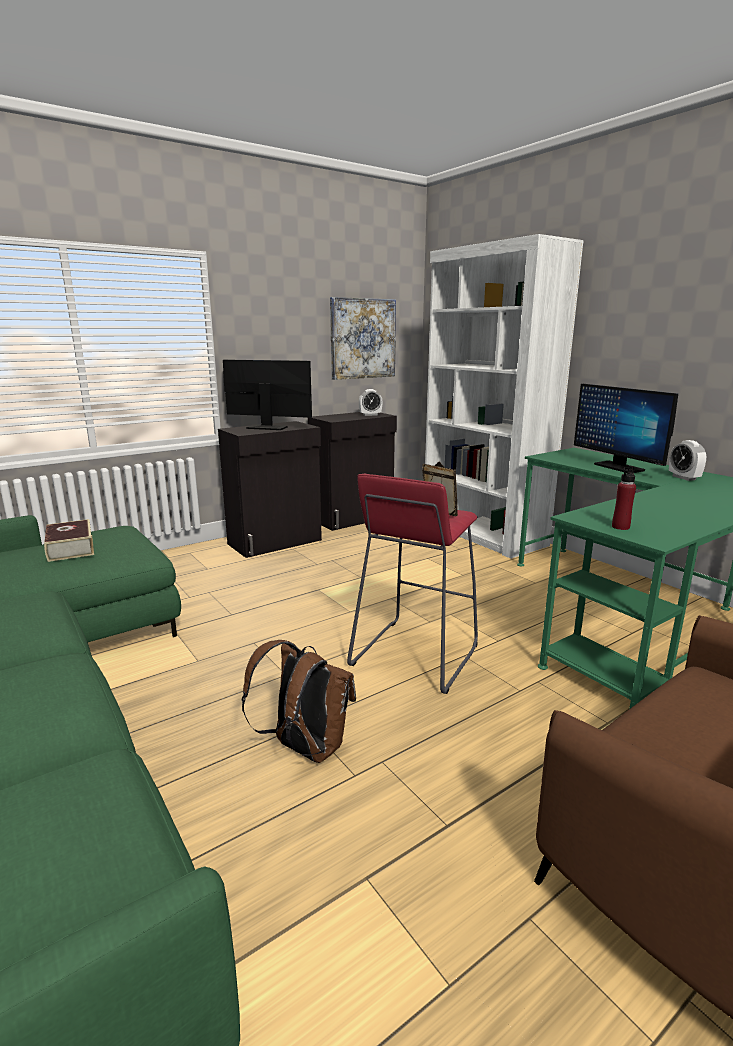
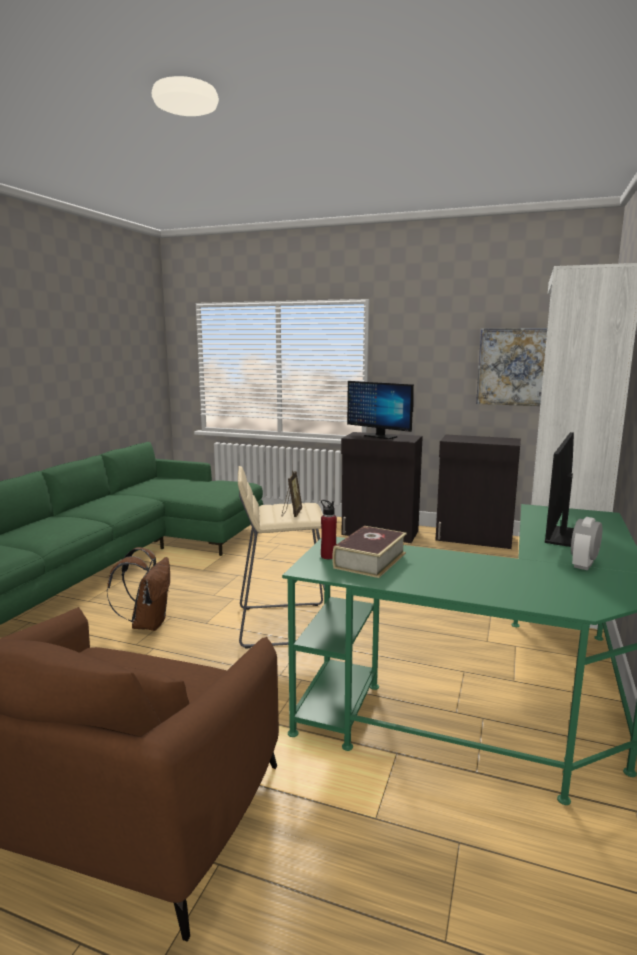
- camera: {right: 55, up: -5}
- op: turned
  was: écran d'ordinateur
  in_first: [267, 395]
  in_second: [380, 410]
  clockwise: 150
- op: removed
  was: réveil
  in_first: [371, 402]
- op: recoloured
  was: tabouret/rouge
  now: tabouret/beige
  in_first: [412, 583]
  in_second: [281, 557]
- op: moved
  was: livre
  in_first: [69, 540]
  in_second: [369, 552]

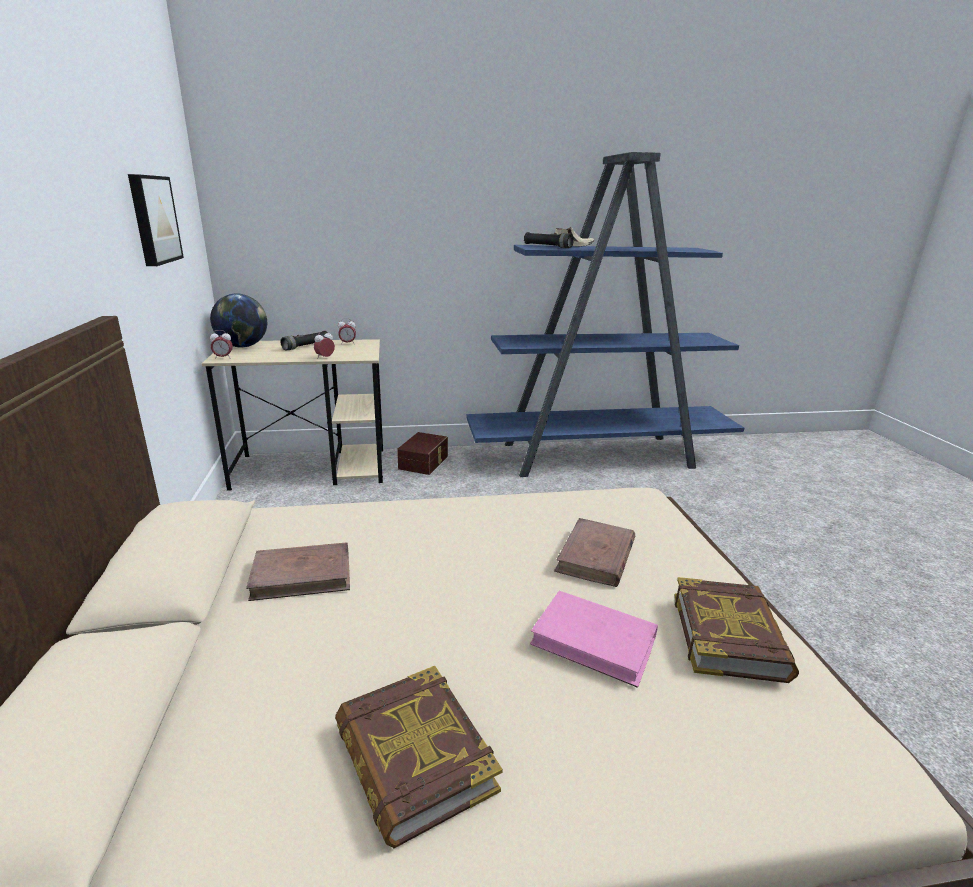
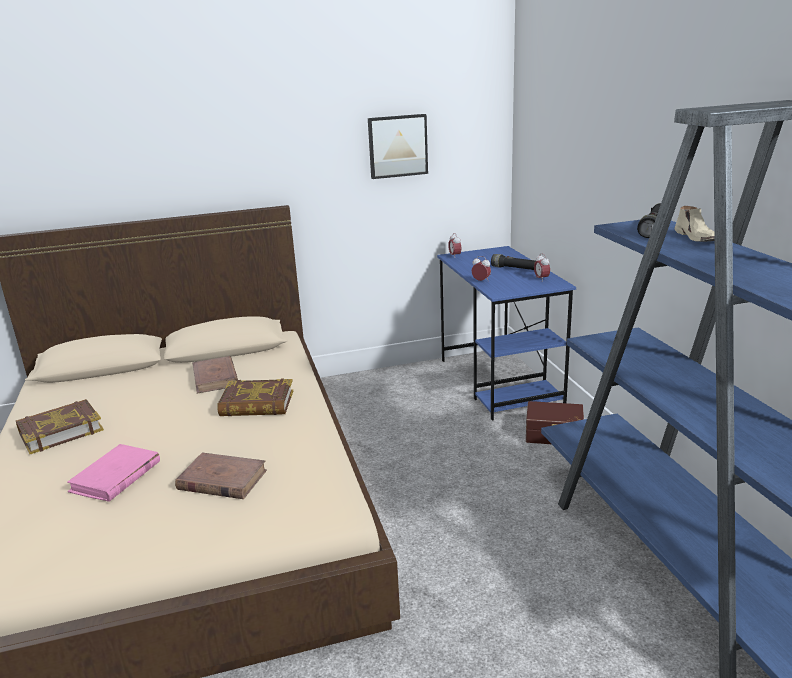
- camera: {right: 85, up: 0}
- op: removed
  was: globe
  in_first: [238, 320]
- op: recoloured
  was: bureau/beige
  now: bureau/bleu
  in_first: [292, 415]
  in_second: [506, 333]
- op: moved
  was: livre
  in_first: [736, 630]
  in_second: [255, 397]

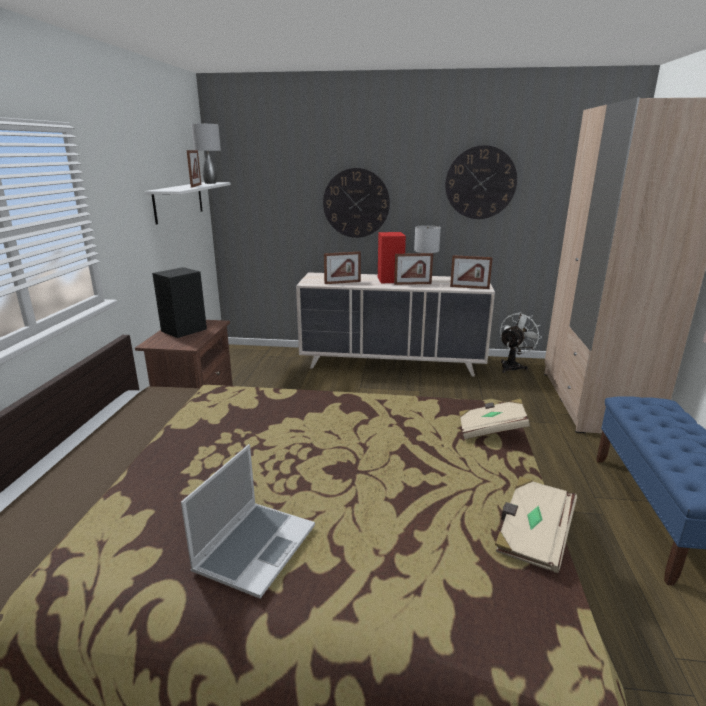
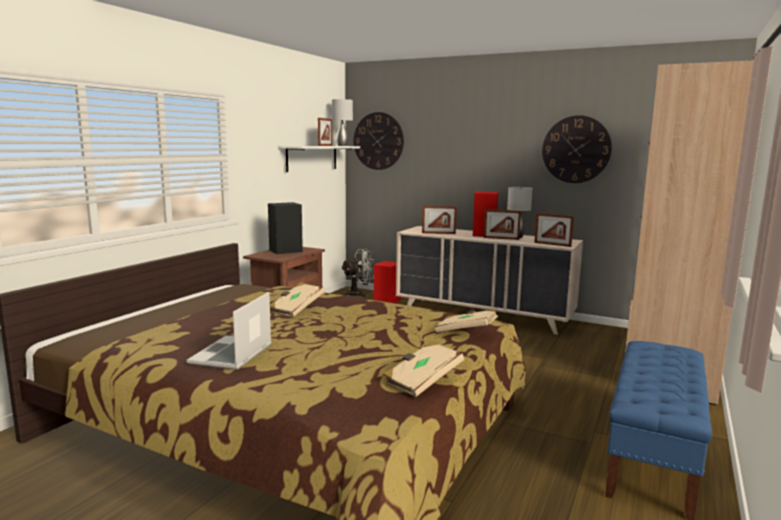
- camera: {right: 20, up: -10}
- op: moved
  was: horloge murale
  in_first: [356, 203]
  in_second: [379, 141]
- op: moved
  was: ventilateur/blanc
  in_first: [521, 342]
  in_second: [358, 273]
- op: turned
  was: ordinateur portable
  in_first: [248, 521]
  in_second: [229, 331]
  clockwise: 150
- op: added
  now: enceinte/rouge
  in_second: [387, 282]
- op: added
  now: livre/beige
  in_second: [297, 299]

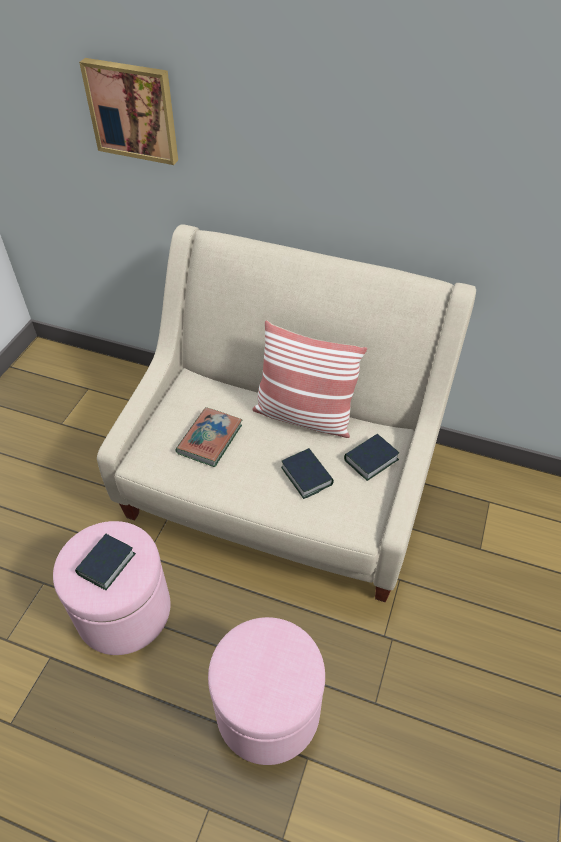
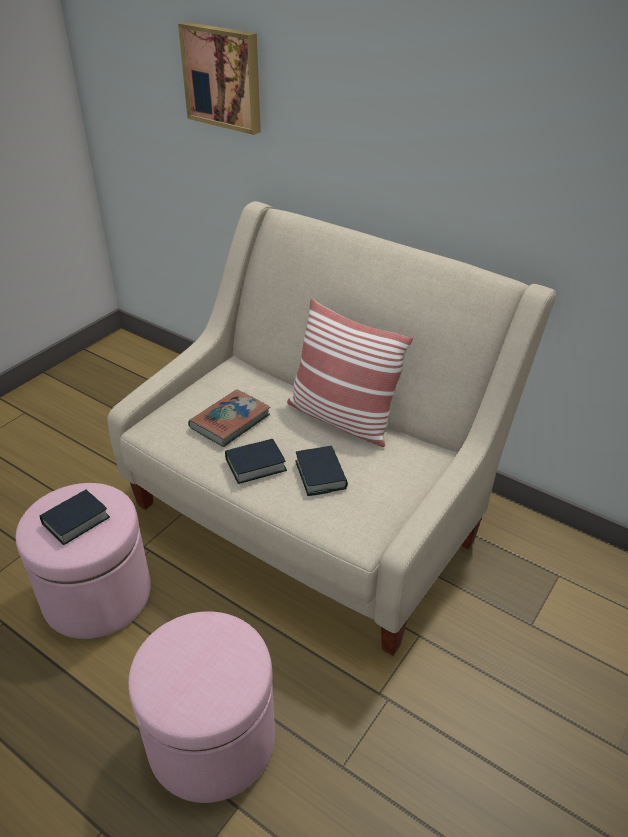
- camera: {right: 15, up: -10}
- op: moved
  was: livre
  in_first: [371, 457]
  in_second: [256, 461]

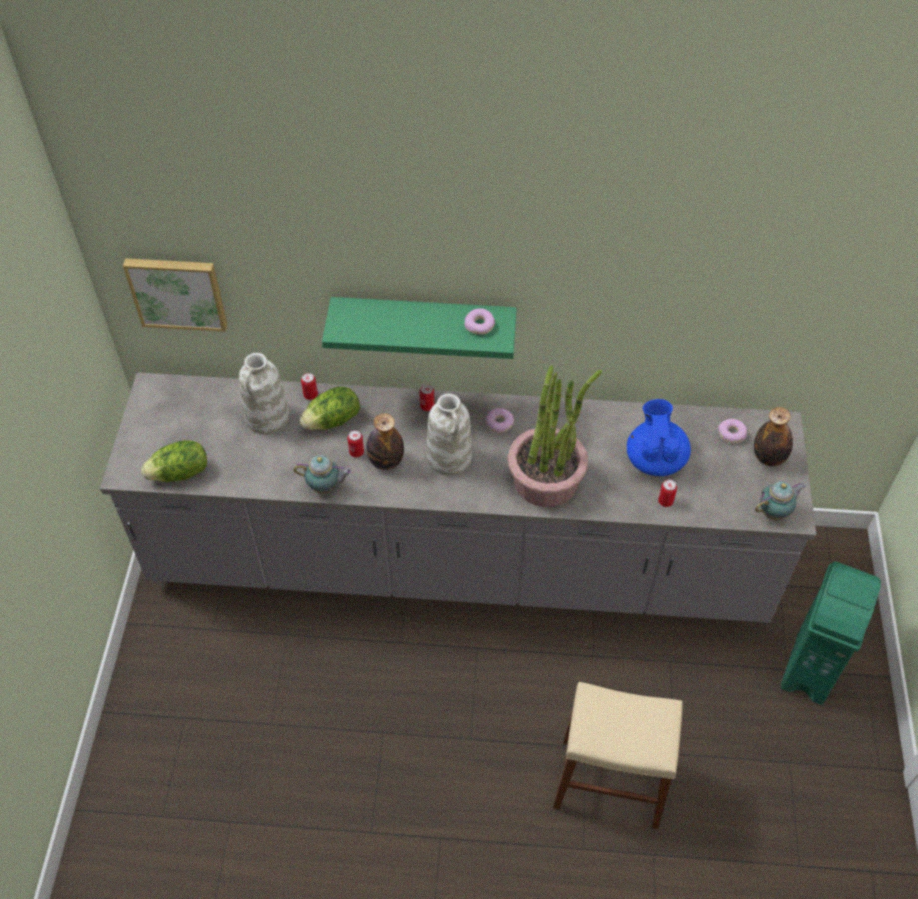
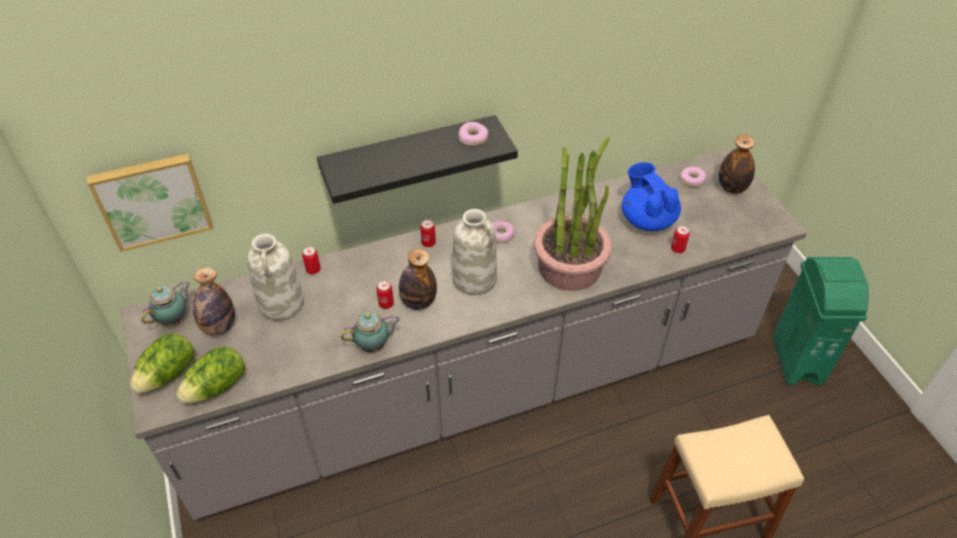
- camera: {right: -25, up: -5}
- op: recoloured
  was: étagère/vert
  now: étagère/noir
  in_first: [419, 328]
  in_second: [417, 159]
- op: moved
  was: laitue
  in_first: [329, 408]
  in_second: [162, 363]
- op: moved
  was: théière
  in_first: [780, 500]
  in_second: [166, 303]
- op: added
  now: bouteille
  in_second: [214, 301]

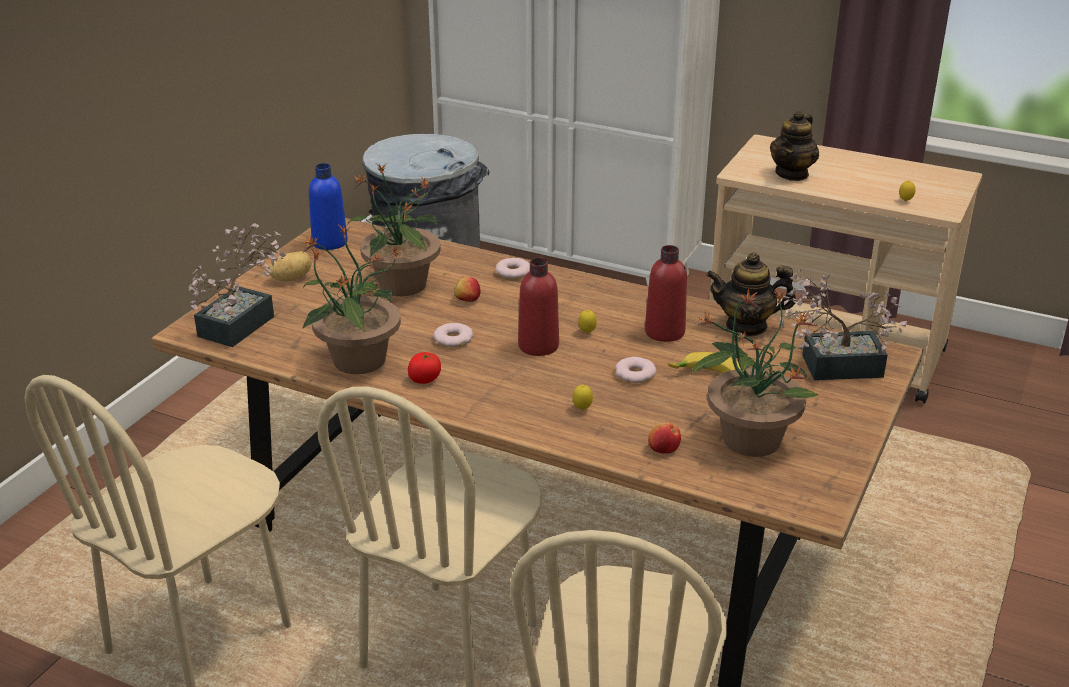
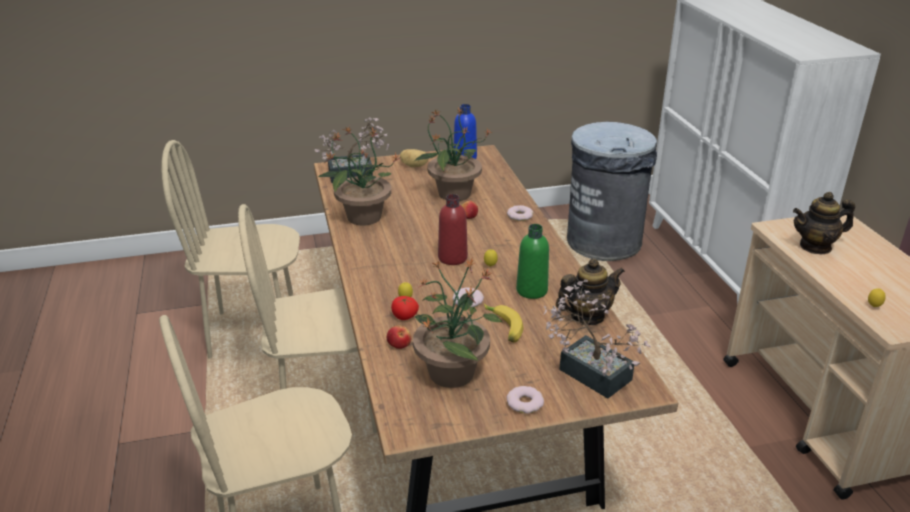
- camera: {right: 50, up: 0}
- op: recoloured
  was: bouteille/rouge
  now: bouteille/vert
  in_first: [666, 293]
  in_second: [532, 261]
- op: turned
  was: théière
  in_first: [751, 294]
  in_second: [590, 291]
  clockwise: 105
- op: moved
  was: beignet
  in_first: [454, 335]
  in_second: [525, 400]
- op: moved
  was: tomate
  in_first: [424, 368]
  in_second: [405, 308]

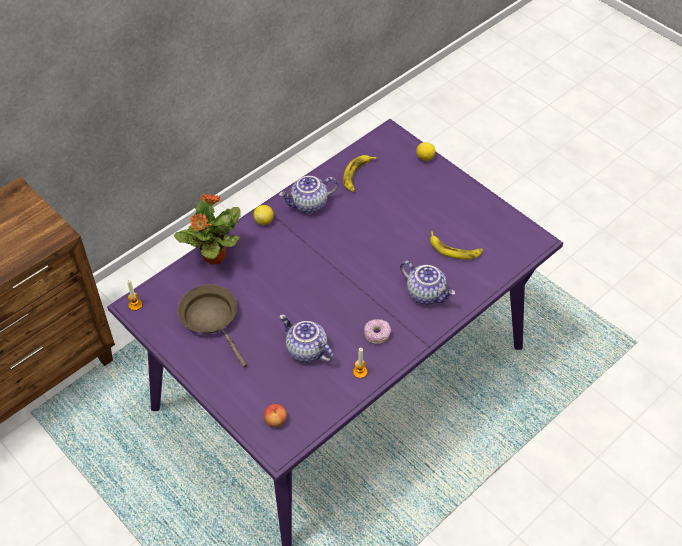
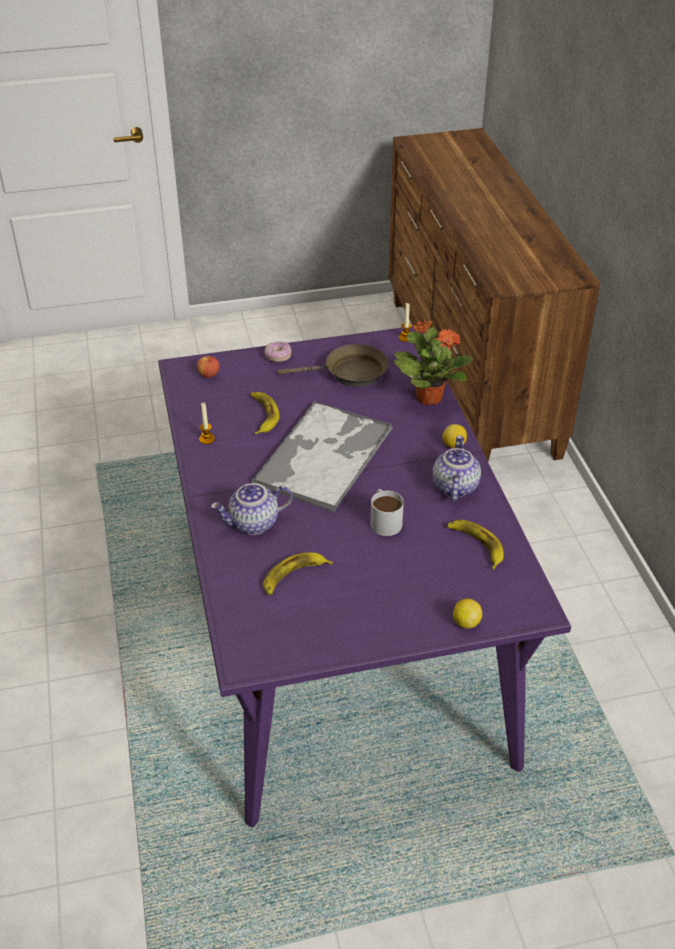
- camera: {right: 120, up: -10}
- op: replaced
  was: théière
  now: banane
  in_first: [307, 338]
  in_second: [265, 413]
- op: moved
  was: beignet
  in_first: [377, 331]
  in_second: [278, 352]
- op: added
  now: plateau
  in_second: [322, 457]
- op: added
  now: mug/blanc
  in_second: [387, 512]

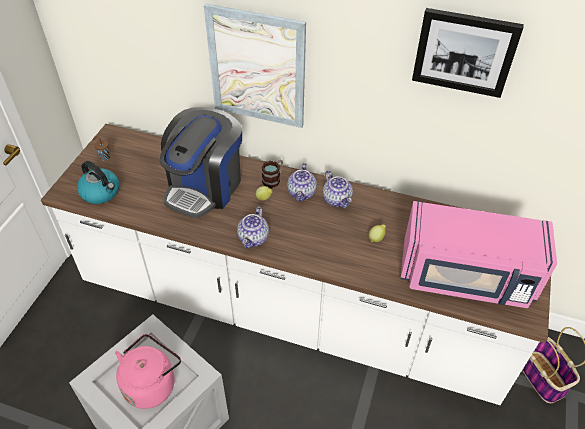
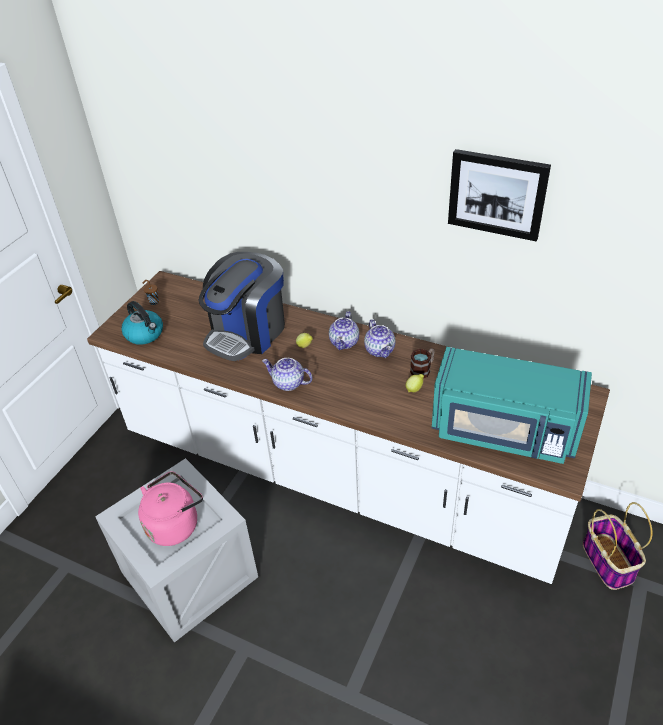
- camera: {right: 10, up: -5}
- op: removed
  was: tableau
  in_first: [255, 65]
- op: moved
  was: mug
  in_first: [272, 174]
  in_second: [422, 363]
- op: recoloured
  was: micro-ondes/rose
  now: micro-ondes/turquoise
  in_first: [479, 254]
  in_second: [512, 405]
- op: turned
  was: théière
  in_first: [253, 227]
  in_second: [287, 374]
  clockwise: 90

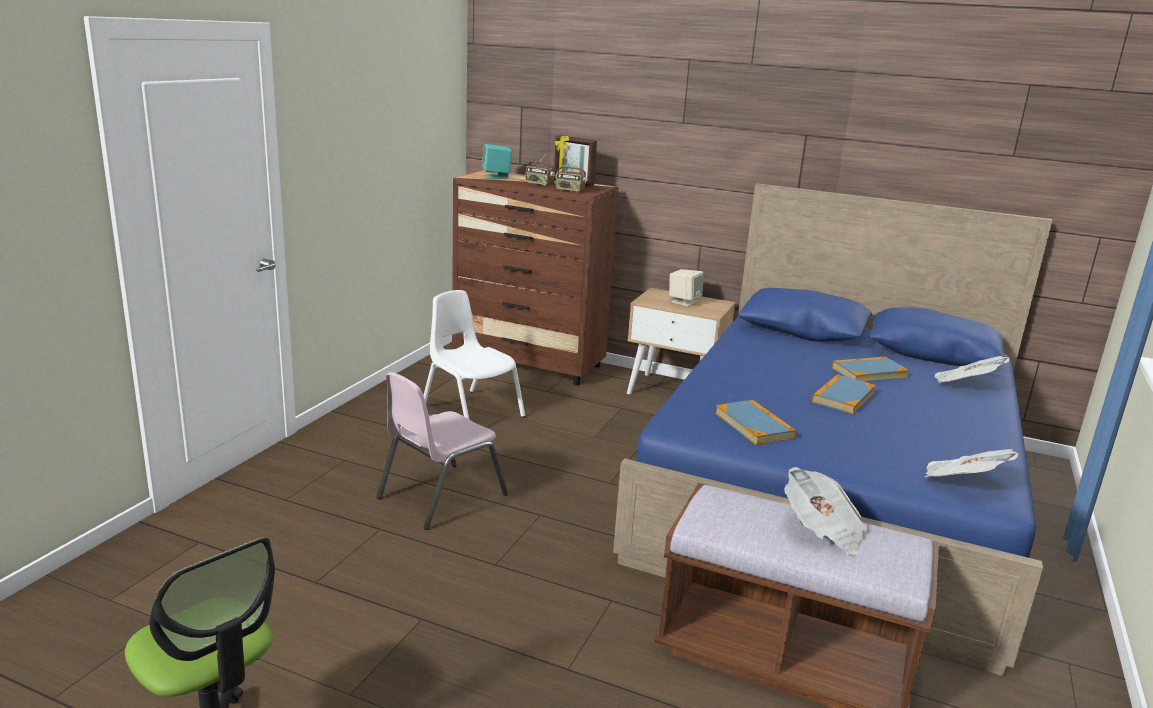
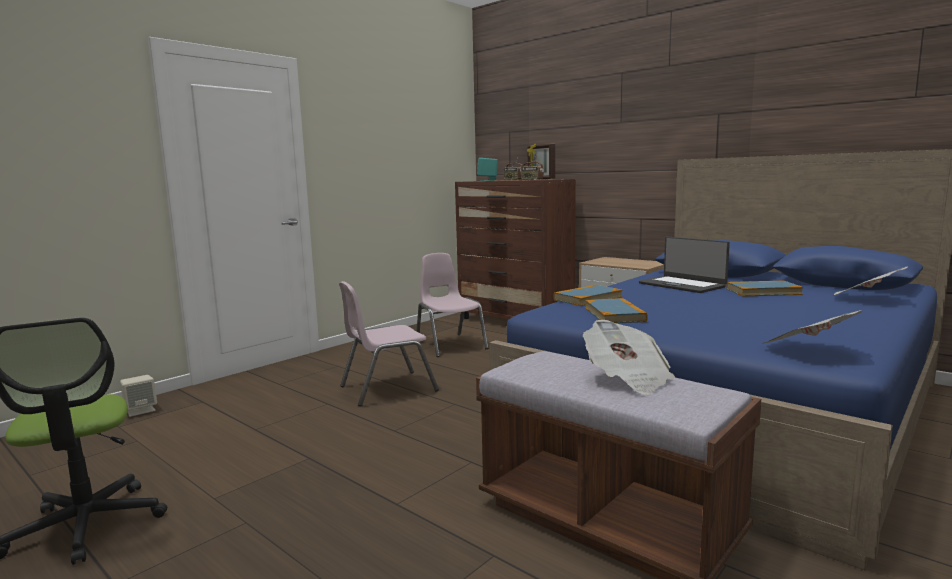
- camera: {right: 20, up: -10}
- op: moved
  was: enceinte/beige
  in_first: [686, 287]
  in_second: [138, 396]
- op: recoloured
  was: chaise/blanc
  now: chaise/rose
  in_first: [474, 355]
  in_second: [452, 305]
- op: moved
  was: livre
  in_first: [844, 394]
  in_second: [588, 295]
- op: added
  now: ordinateur portable
  in_second: [684, 264]

